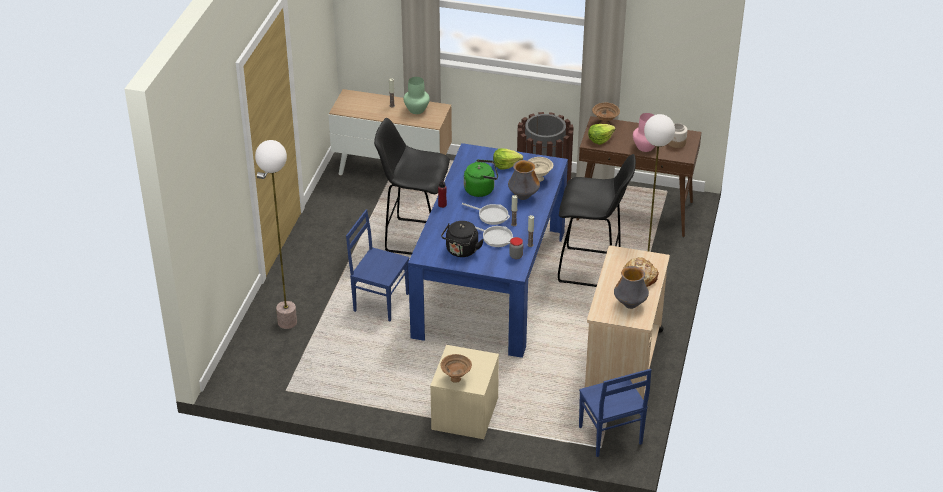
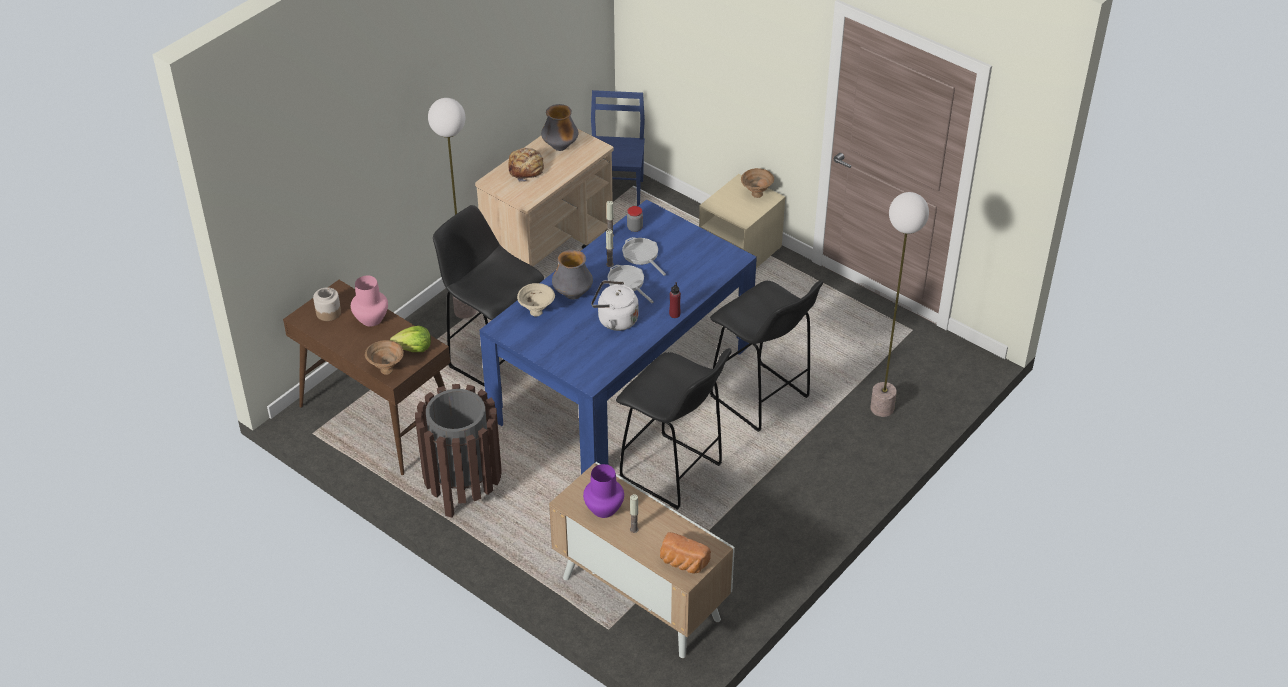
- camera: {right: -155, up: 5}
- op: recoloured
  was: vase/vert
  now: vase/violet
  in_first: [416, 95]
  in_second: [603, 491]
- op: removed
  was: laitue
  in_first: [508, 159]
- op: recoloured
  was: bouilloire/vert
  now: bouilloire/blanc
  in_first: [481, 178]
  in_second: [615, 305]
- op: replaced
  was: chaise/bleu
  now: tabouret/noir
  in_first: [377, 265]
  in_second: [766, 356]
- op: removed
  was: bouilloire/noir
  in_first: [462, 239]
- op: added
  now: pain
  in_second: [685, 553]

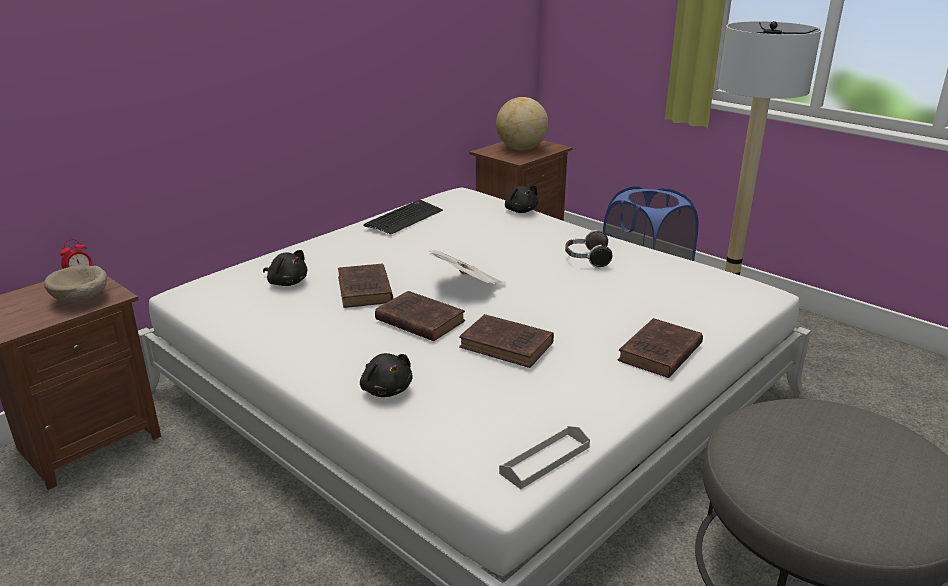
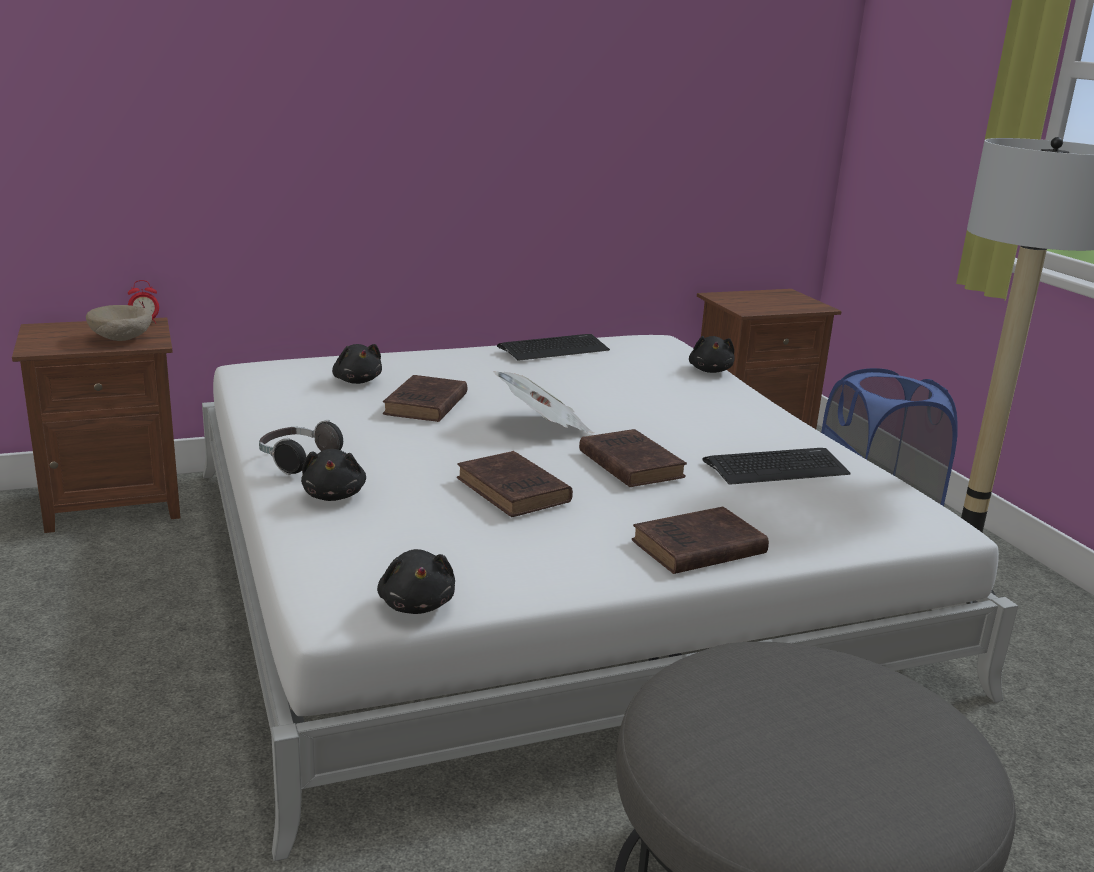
- camera: {right: 25, up: -5}
- op: removed
  was: globe
  in_first: [522, 124]
- op: moved
  was: casque audio
  in_first: [588, 249]
  in_second: [301, 447]
- op: moved
  was: livre/marron
  in_first: [420, 316]
  in_second: [633, 458]
- op: replaced
  was: plateau/gris
  now: peluche/noir
  in_first: [544, 457]
  in_second: [416, 581]
- op: added
  now: clavier
  in_second: [776, 466]

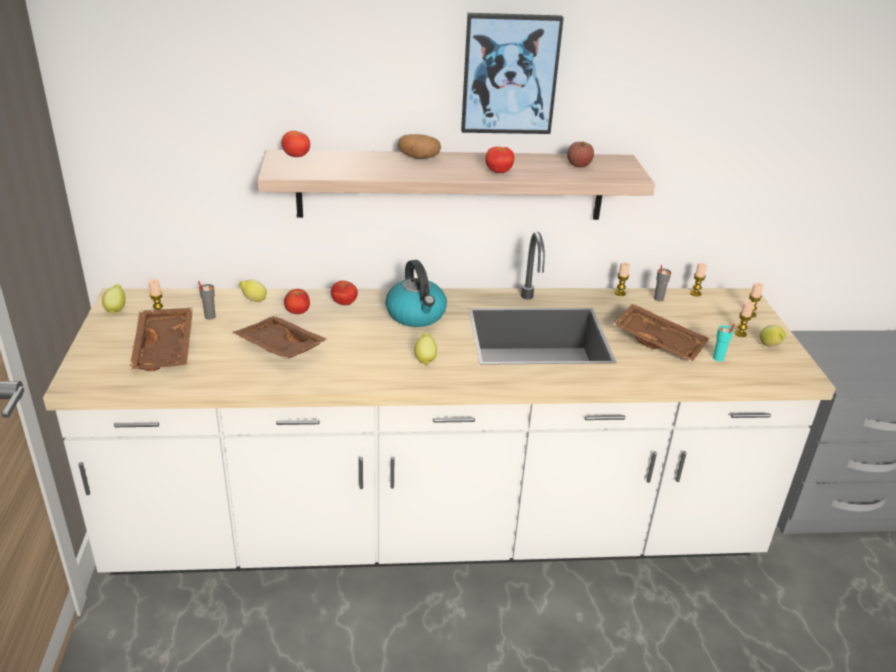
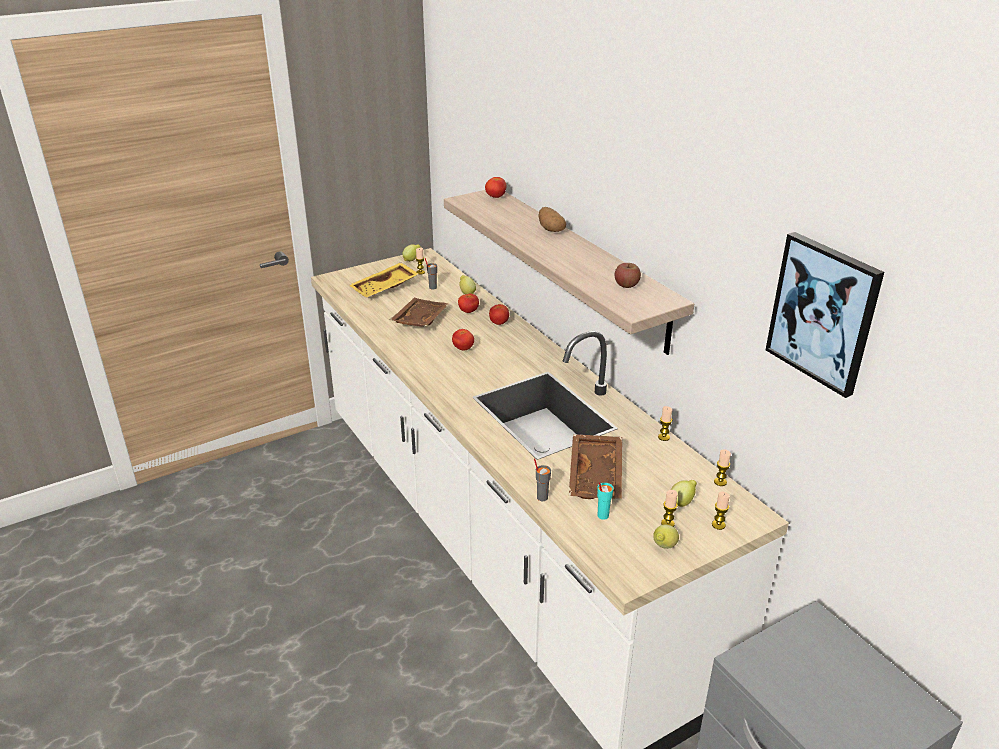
- camera: {right: 65, up: 0}
- op: moved
  was: tableau
  in_first: [512, 73]
  in_second: [825, 315]
- op: moved
  was: tomate
  in_first: [499, 160]
  in_second: [463, 339]
- op: removed
  was: bouilloire
  in_first: [416, 293]
- op: moved
  was: tasse/gris
  in_first: [662, 283]
  in_second: [542, 479]
- op: recoloured
  was: plateau/marron
  now: plateau/jaune
  in_first: [161, 339]
  in_second: [383, 280]
- op: moved
  was: citron
  in_first: [425, 349]
  in_second: [684, 493]

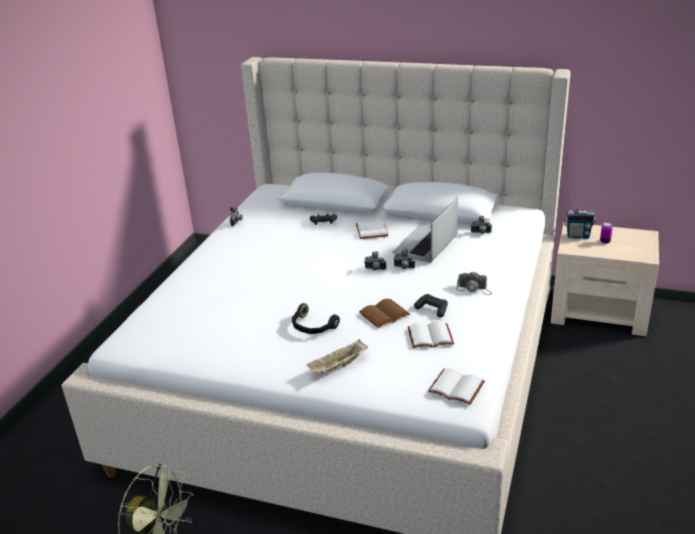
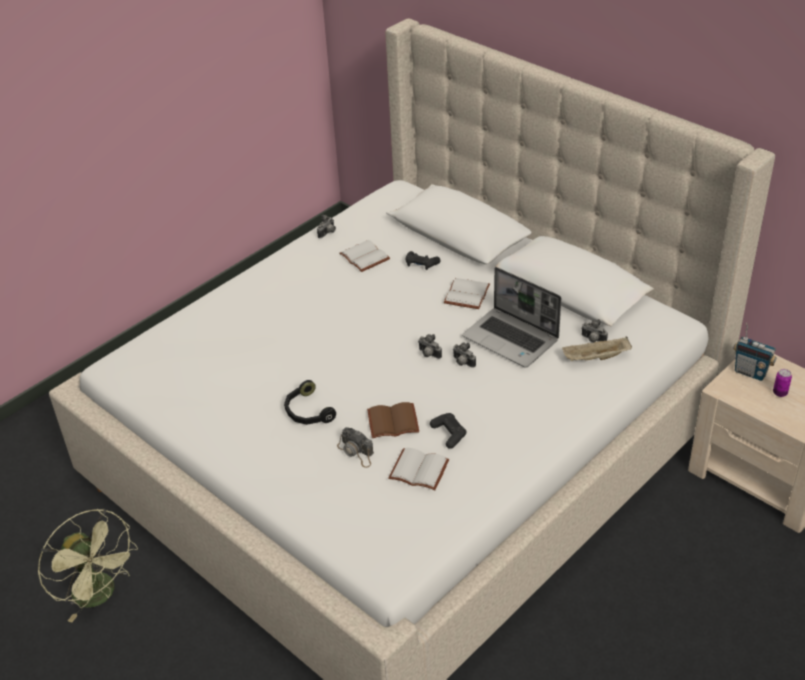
- camera: {right: 25, up: 10}
- op: turned
  was: ordinateur portable
  in_first: [425, 230]
  in_second: [511, 317]
  clockwise: -105
- op: moved
  was: appareil photo
  in_first: [474, 283]
  in_second: [355, 447]
- op: moved
  was: plateau/beige
  in_first: [337, 356]
  in_second: [597, 349]
- op: moved
  was: livre/blanc
  in_first: [456, 386]
  in_second: [364, 256]

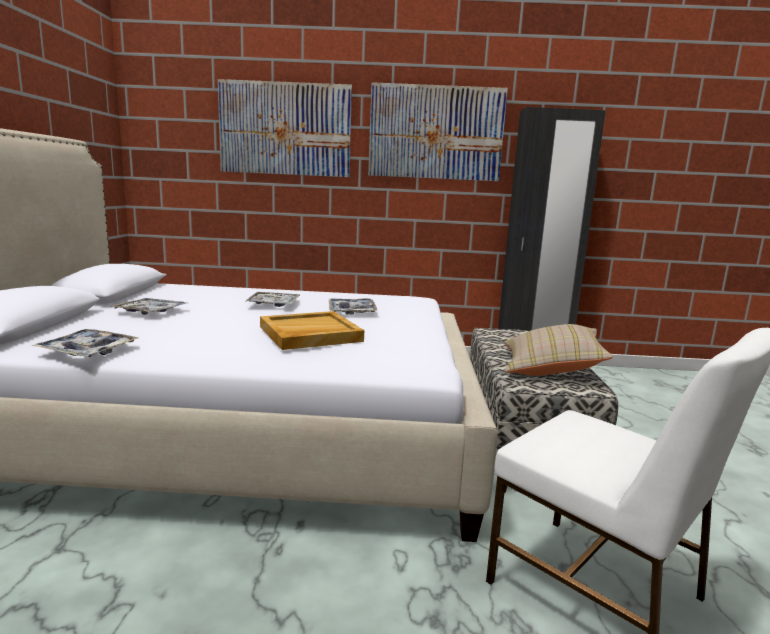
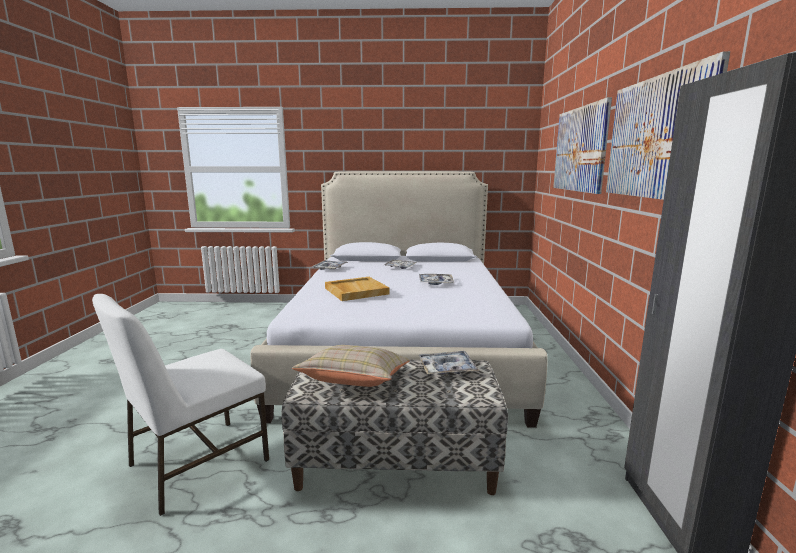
- camera: {right: 90, up: 0}
- op: moved
  was: plateau
  in_first: [353, 306]
  in_second: [449, 363]

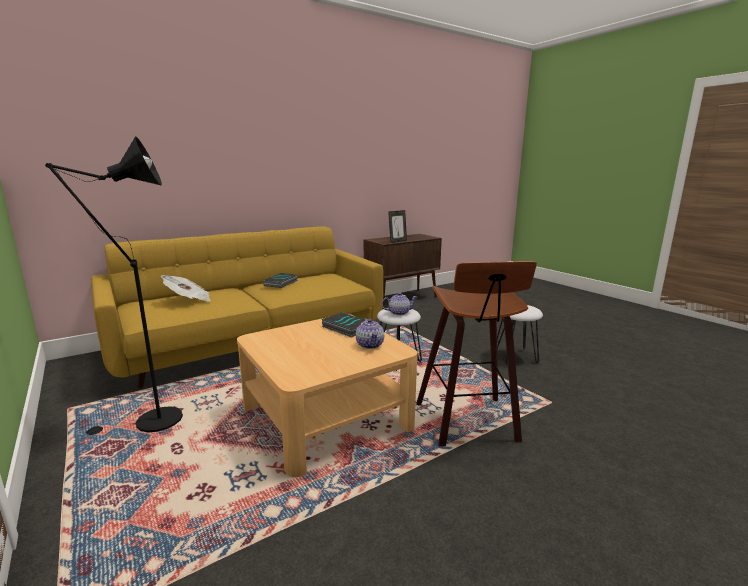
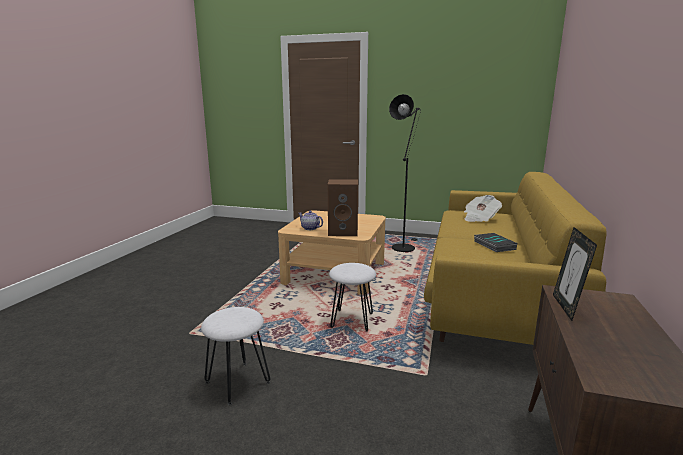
- camera: {right: 140, up: 0}
- op: removed
  was: tabouret
  in_first: [476, 353]
- op: removed
  was: théière
  in_first: [399, 303]
- op: replaced
  was: livre
  now: enceinte/marron
  in_first: [343, 325]
  in_second: [343, 207]

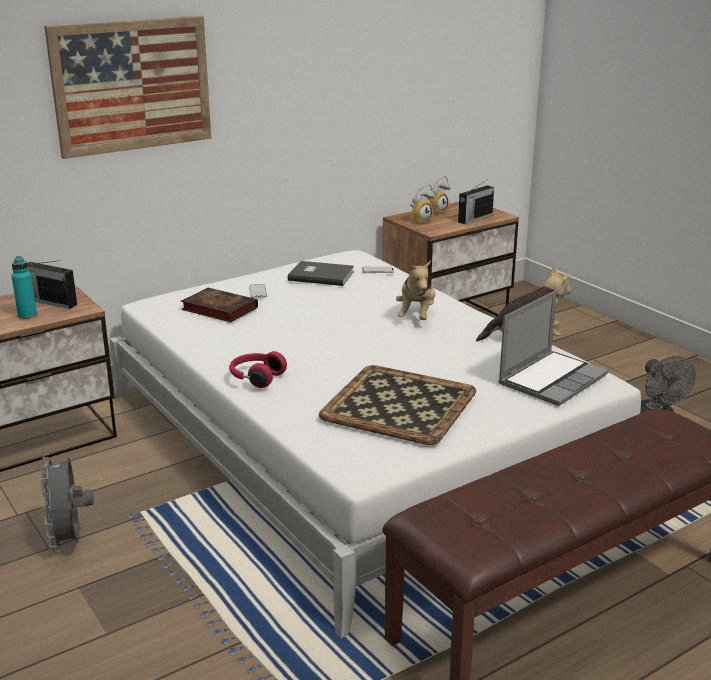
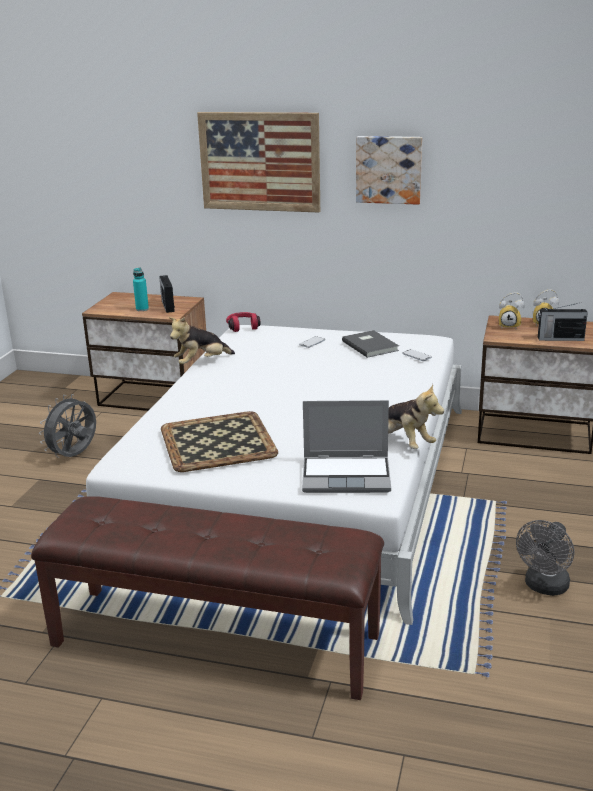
- camera: {right: 50, up: 0}
- op: moved
  was: peluche
  in_first: [415, 290]
  in_second: [202, 340]
- op: removed
  was: livre
  in_first: [219, 305]
- op: moved
  was: casque audio/rouge
  in_first: [258, 369]
  in_second: [243, 322]
- op: added
  now: tableau
  in_second: [389, 170]

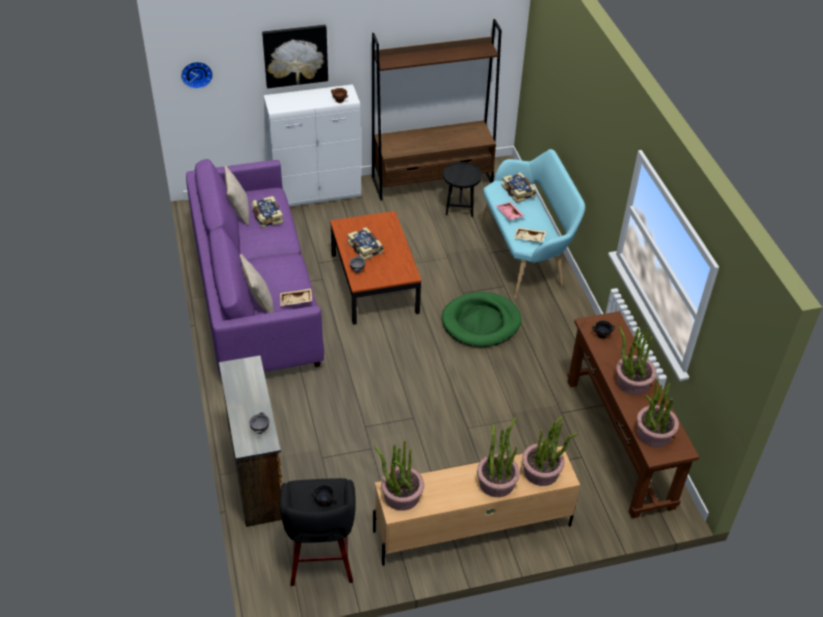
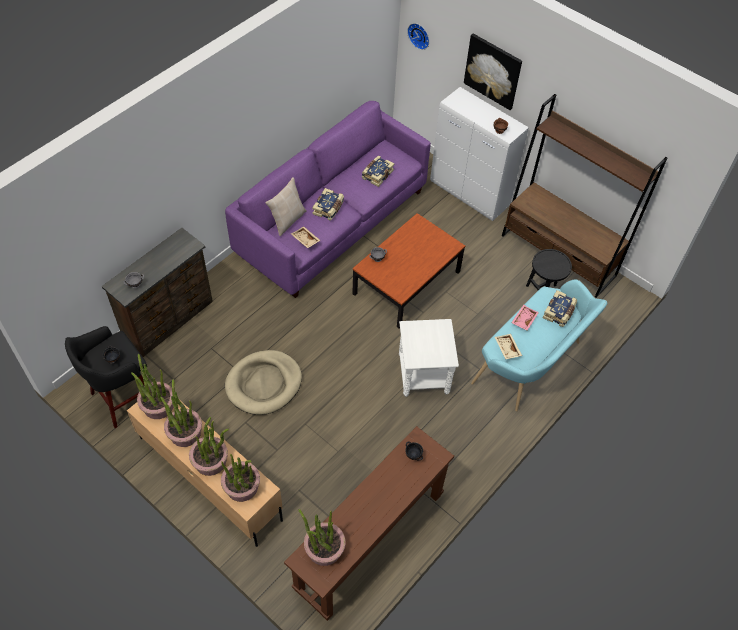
- camera: {right: 55, up: 10}
- op: removed
  was: coussin/beige
  in_first: [237, 195]
- op: moved
  was: livre
  in_first: [365, 243]
  in_second: [328, 204]
- op: replaced
  was: panier pour chien/vert
  now: table d'appoint/blanc
  in_first: [482, 319]
  in_second: [429, 358]
- op: moved
  was: plante en pot
  in_first: [636, 361]
  in_second: [181, 413]
- op: added
  now: panier pour chien/beige
  in_second: [263, 382]

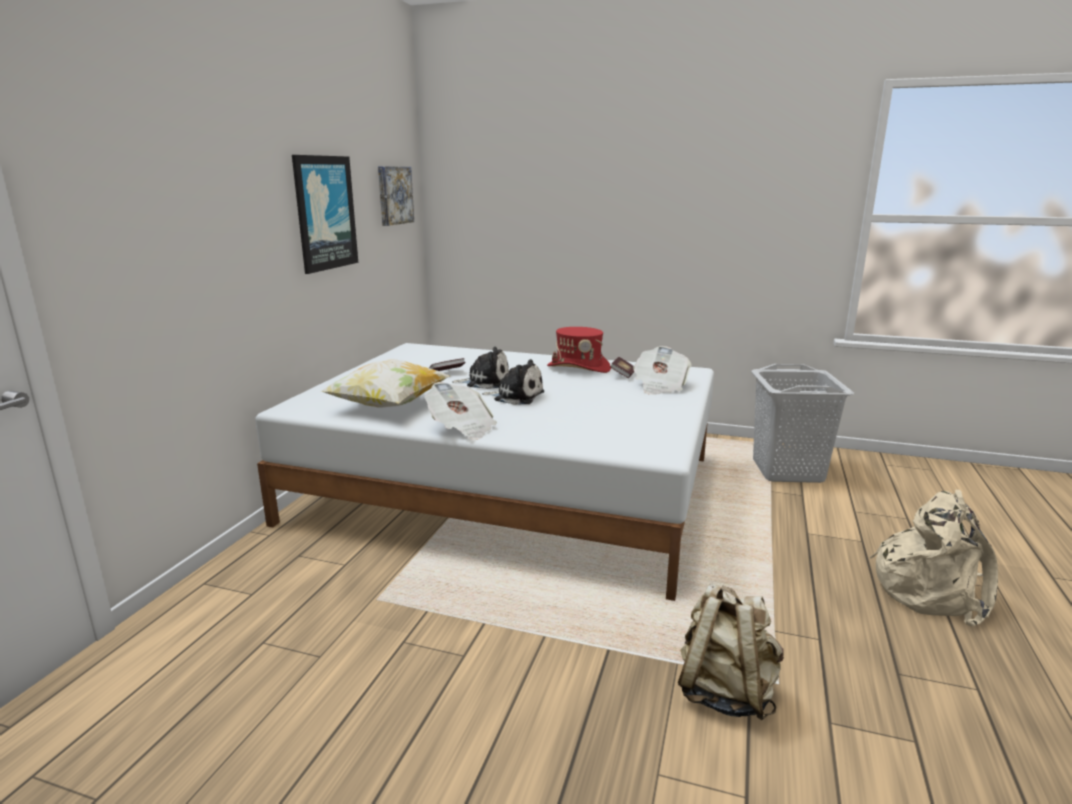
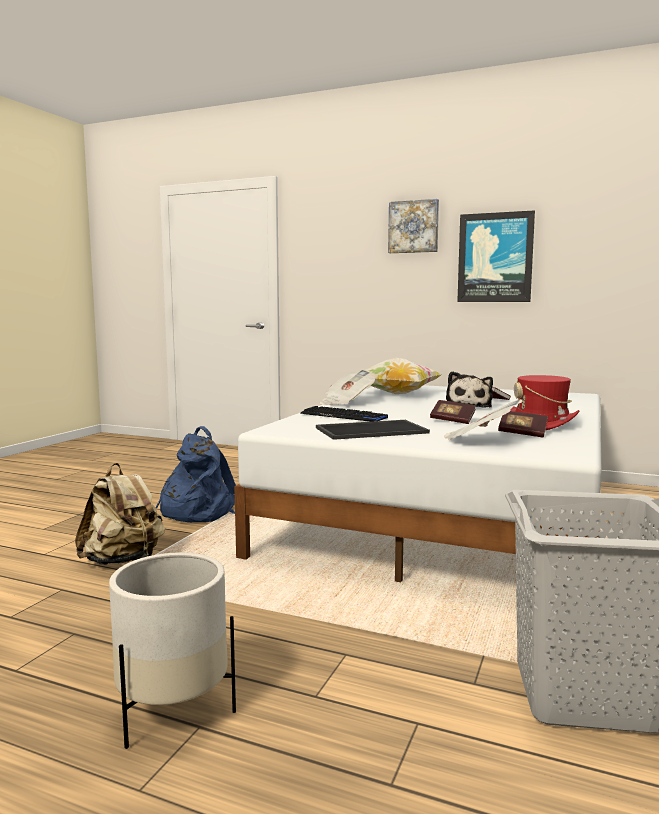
- camera: {right: 95, up: -10}
- op: moved
  was: tableau
  in_first: [396, 196]
  in_second: [413, 226]
- op: removed
  was: peluche
  in_first: [513, 382]
- op: replaced
  was: sac à dos/beige
  now: cache-pot/blanc
  in_first: [934, 558]
  in_second: [172, 650]
- op: added
  now: livre
  in_second: [453, 412]
- op: added
  now: clavier
  in_second: [344, 414]
- op: added
  now: plateau
  in_second: [373, 430]
- op: added
  now: sac à dos/bleu
  in_second: [195, 474]

